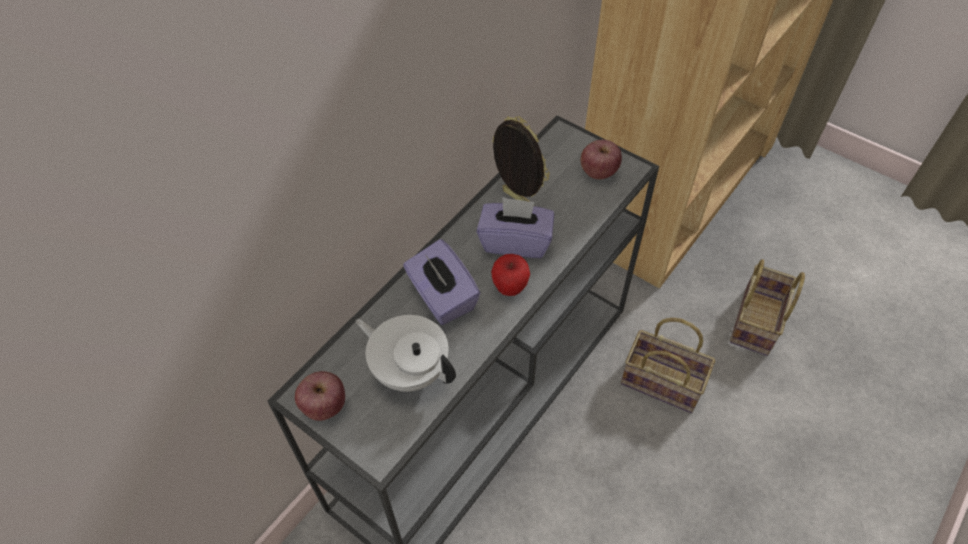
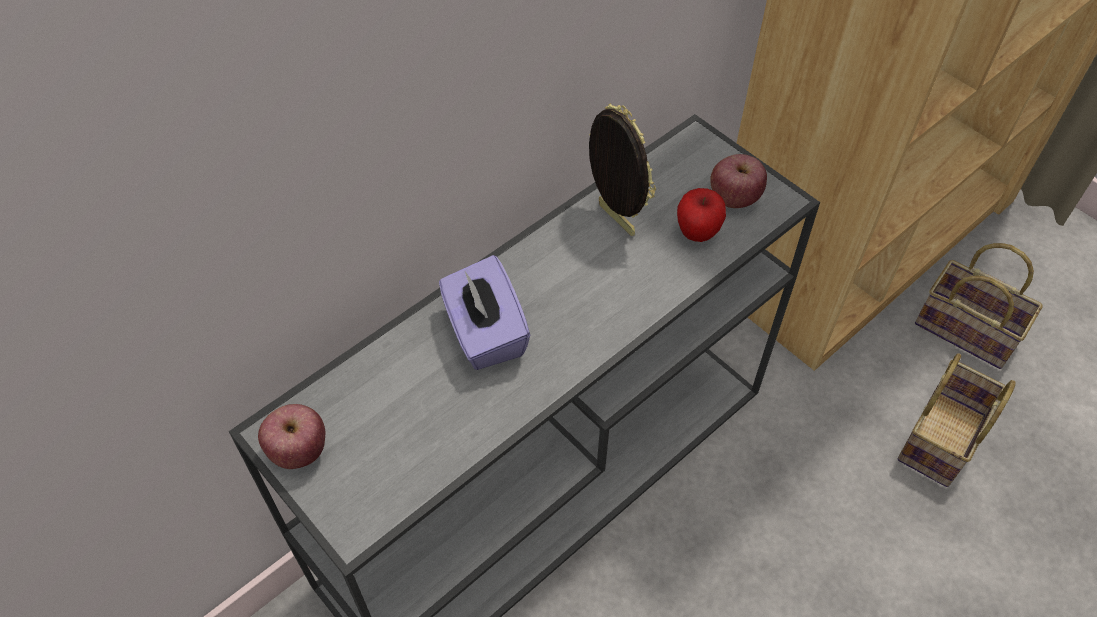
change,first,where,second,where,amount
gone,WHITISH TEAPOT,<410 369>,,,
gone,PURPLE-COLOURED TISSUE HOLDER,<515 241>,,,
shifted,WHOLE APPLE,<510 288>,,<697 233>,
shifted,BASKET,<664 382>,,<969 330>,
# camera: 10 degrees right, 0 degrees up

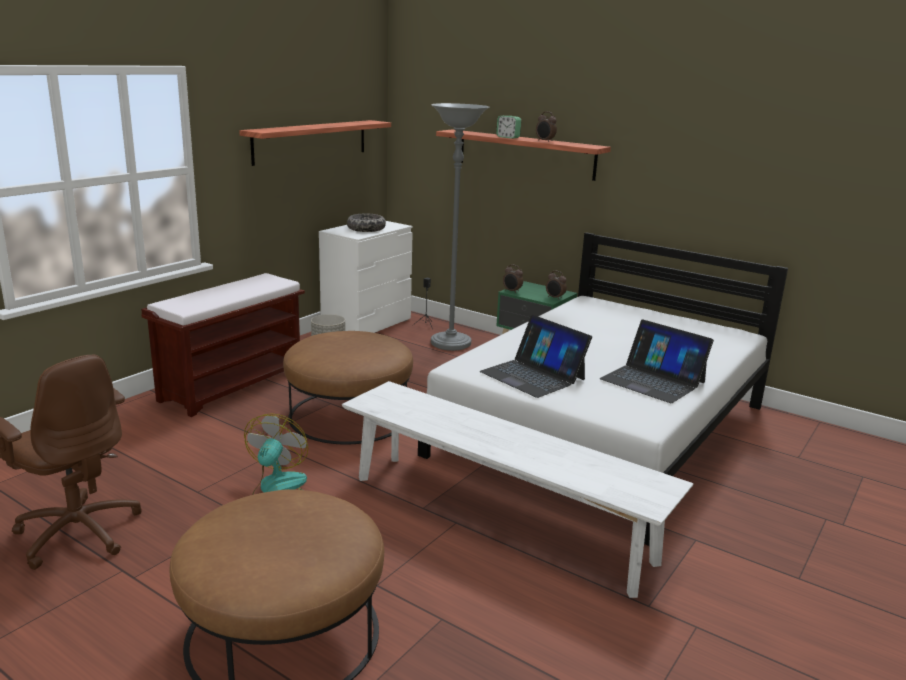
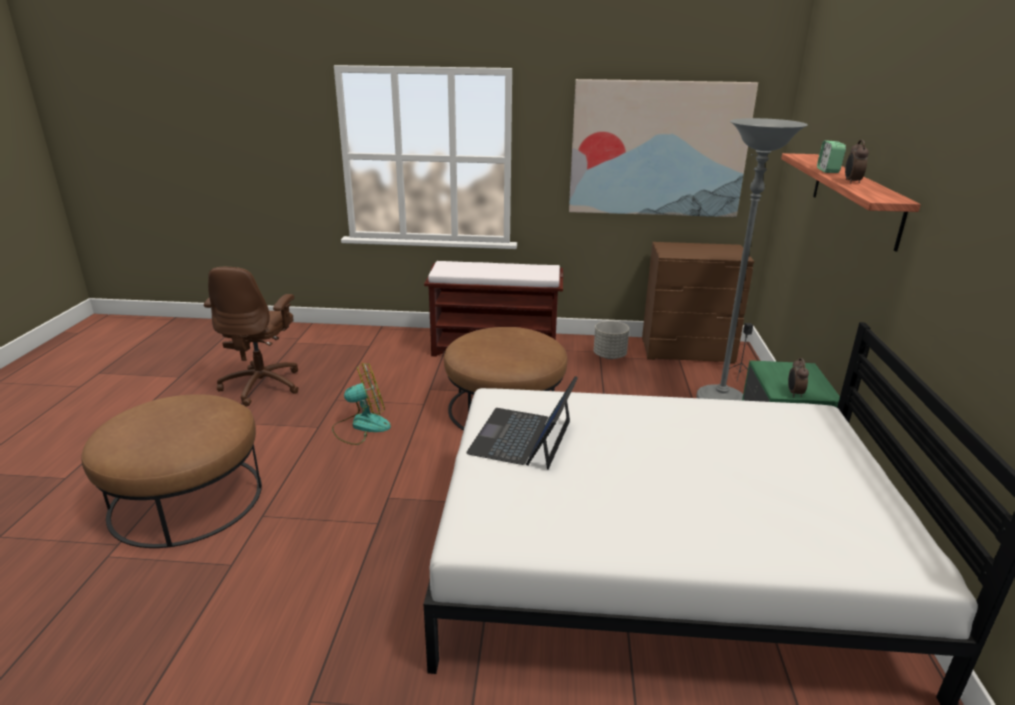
change,first,where,second,where,amount
gone,WHITISH INDOOR BENCH,<498 518>,,,
gone,SERVING BOWL,<366 229>,,,
gone,ALARM CLOCK,<512 291>,,,
gone,LAPTOP,<653 380>,,,
swapped,SHELF,<311 141>,WALL ART,<658 149>,
repainted,WHITISH CHEST OF DRAWERS,<367 324>,BROWN CHEST OF DRAWERS,<687 351>,
# camera: 60 degrees right, 5 degrees up

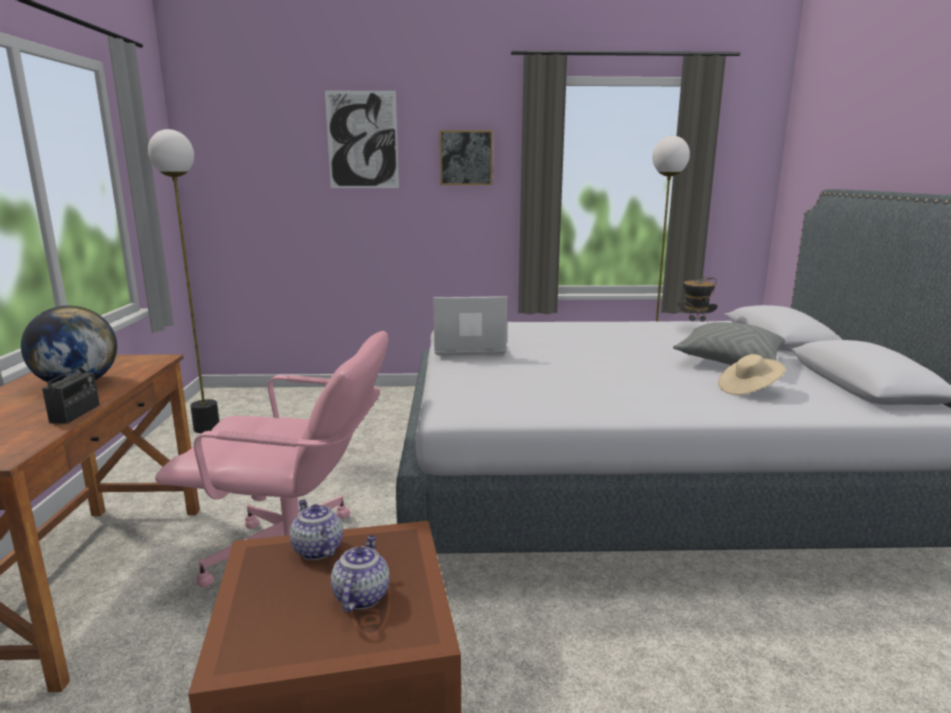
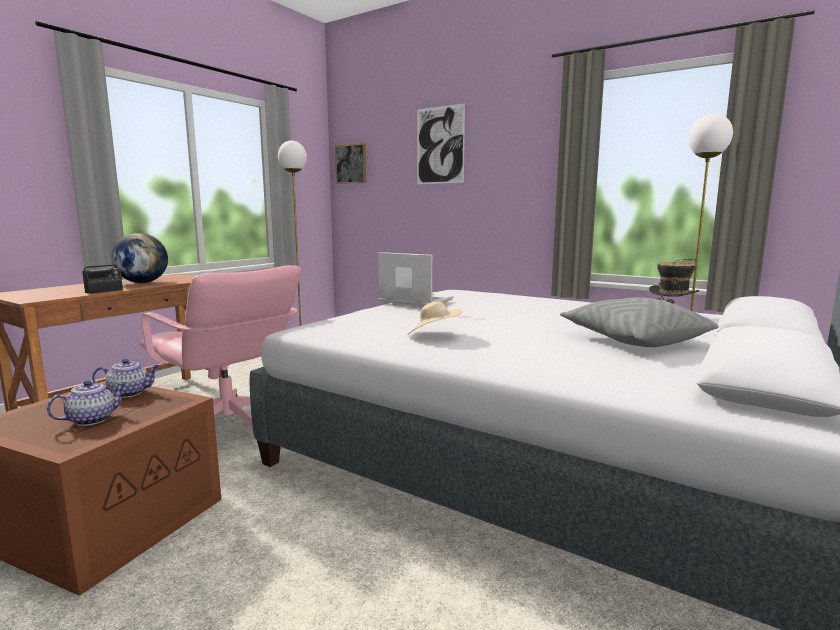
change,first,where,second,where,amount
shifted,WALL ART,<466 158>,,<351 164>,
shifted,BEIGE HAT,<748 390>,,<434 336>,
rotated,TEAPOT,<316 549>,,<130 393>,75 degrees clockwise
# camera: 35 degrees right, 5 degrees down

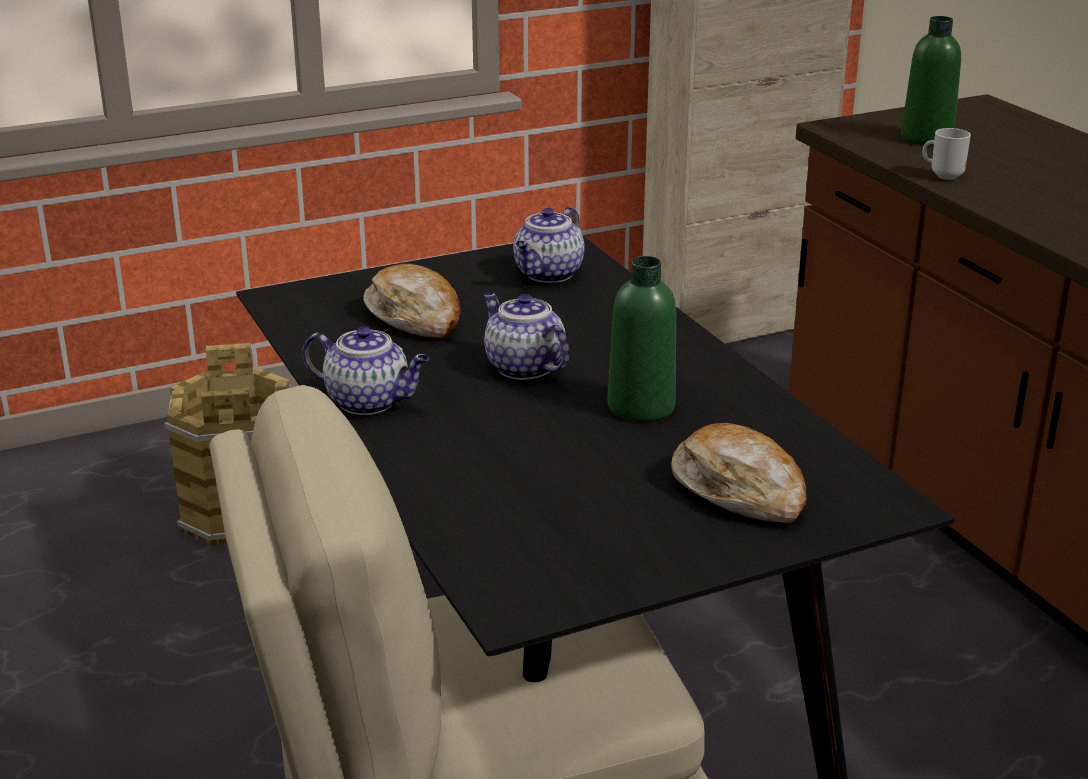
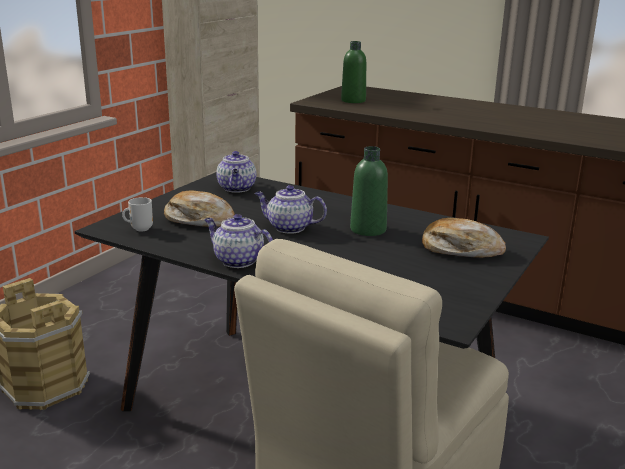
change,first,where,second,where,amount
shifted,TEA MUG,<944 176>,,<140 229>,
rotated,TEAPOT,<370 402>,,<237 261>,135 degrees counterclockwise
# camera: 35 degrees left, 5 degrees down

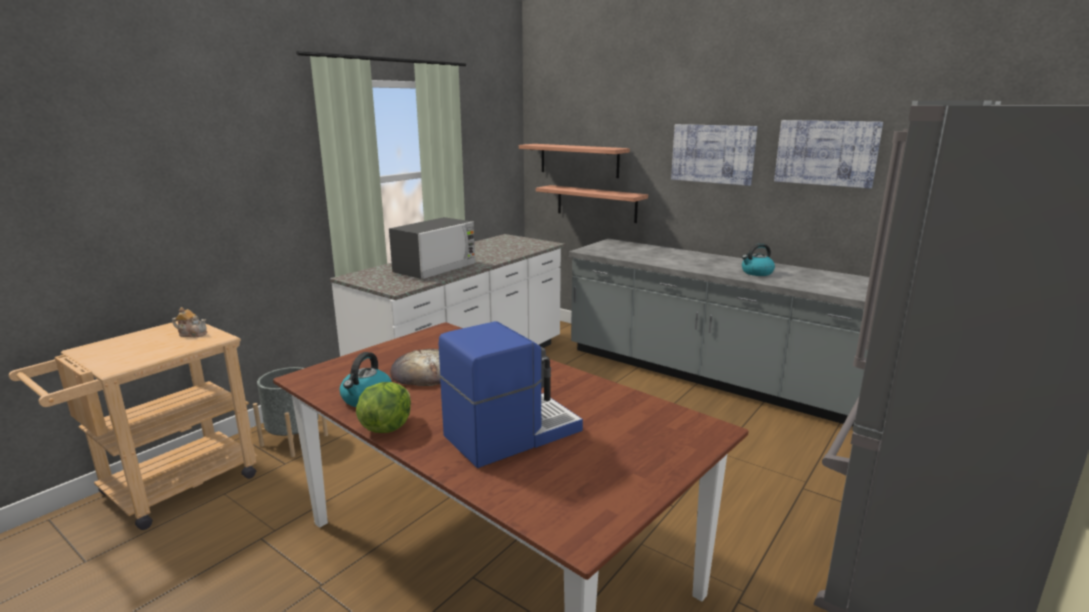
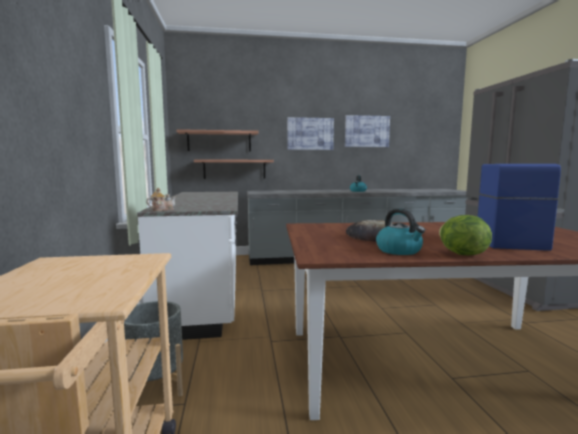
change,first,where,second,where,amount
gone,MICROWAVE OVEN,<435 269>,,,
shifted,TEAPOT,<192 334>,,<162 210>,
# camera: 45 degrees left, 10 degrees down

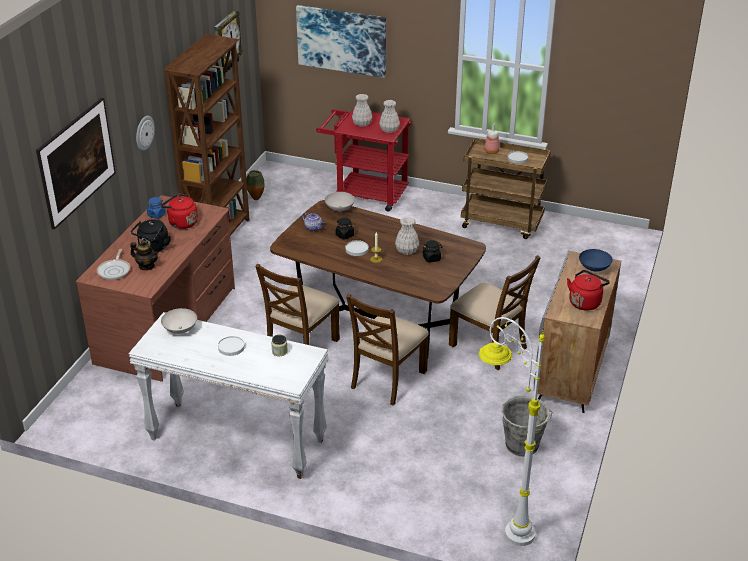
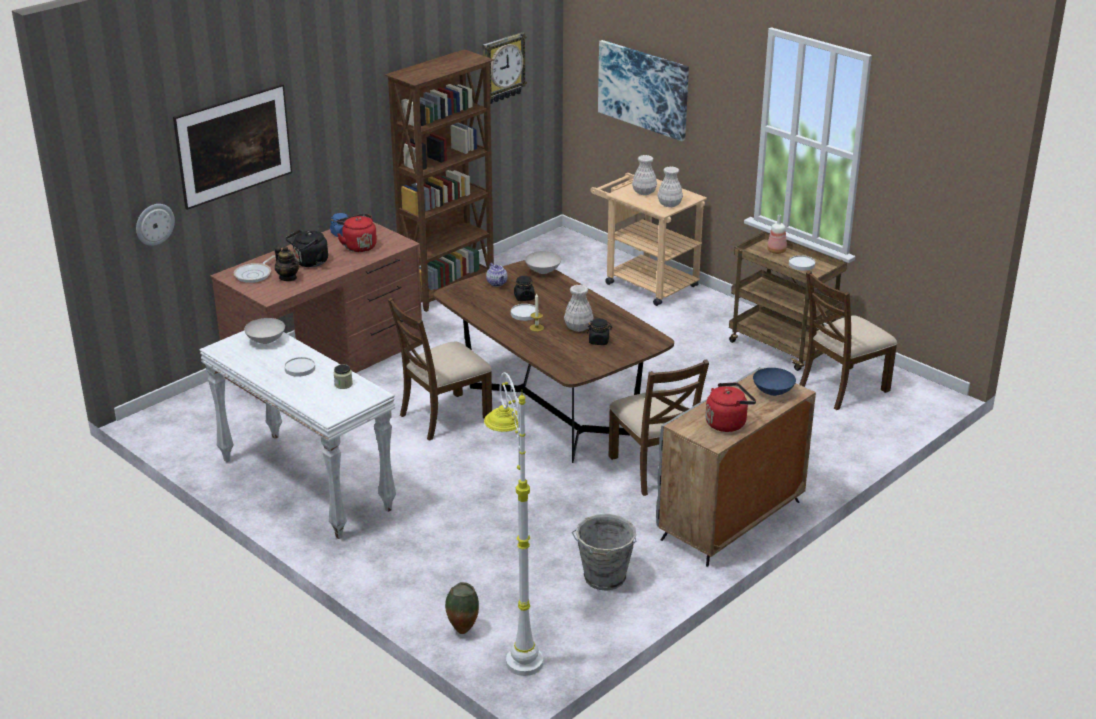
change,first,where,second,where,amount
shifted,CLOCK ON THE WALL,<144 133>,,<154 224>,
shifted,VASE,<255 198>,,<462 630>,
shifted,BROWN UPRIGHT CHAIR,<387 379>,,<842 388>,
repainted,RED-COLOURED WHEELED CART,<365 193>,BEIGE WHEELED CART,<645 282>,
# camera: 25 degrees right, 5 degrees down

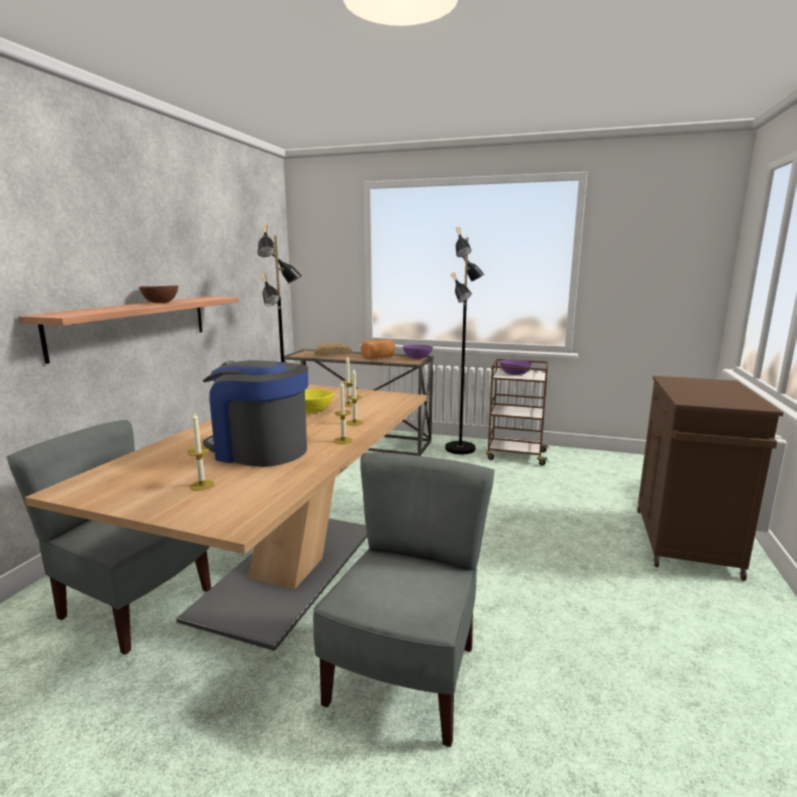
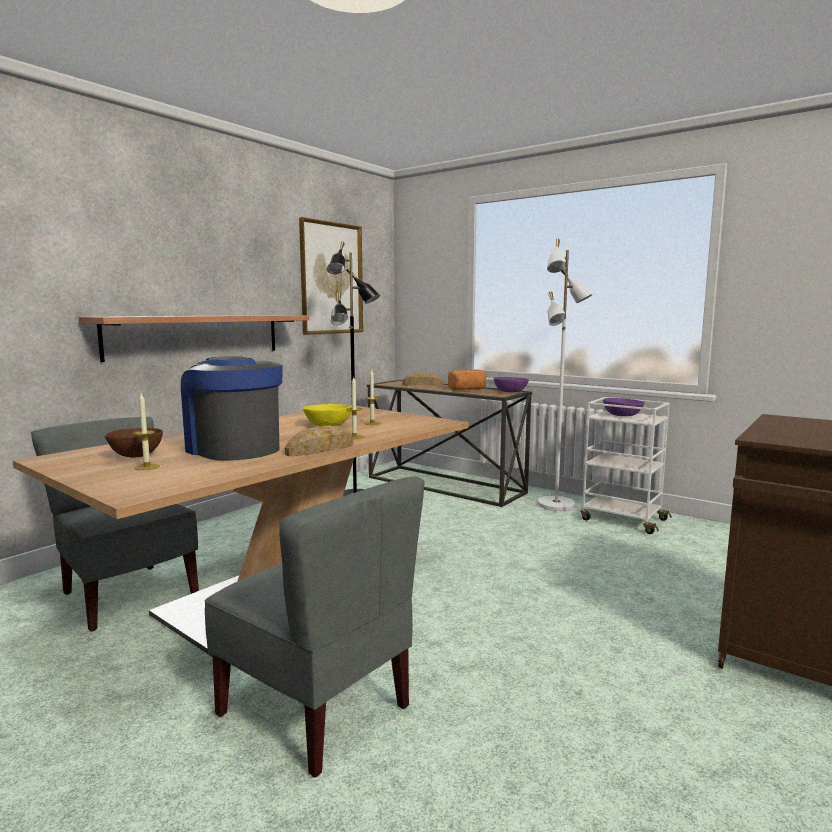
change,first,where,second,where,amount
new,,,WALL ART,<331 278>,
shifted,BROWN SERVING BOWL,<160 303>,,<136 456>,
swapped,WAX CANDLE,<343 441>,BREAD,<320 449>,
repainted,BLACK-COLOURED STANDING LAMP,<461 449>,WHITISH STANDING LAMP,<557 505>,
repainted,BROWN WHEELED CART,<515 455>,WHITISH WHEELED CART,<622 519>,
rotated,GREY UPRIGHT CHAIR,<405 676>,,<317 709>,90 degrees clockwise
# camera: 20 degrees right, 5 degrees down

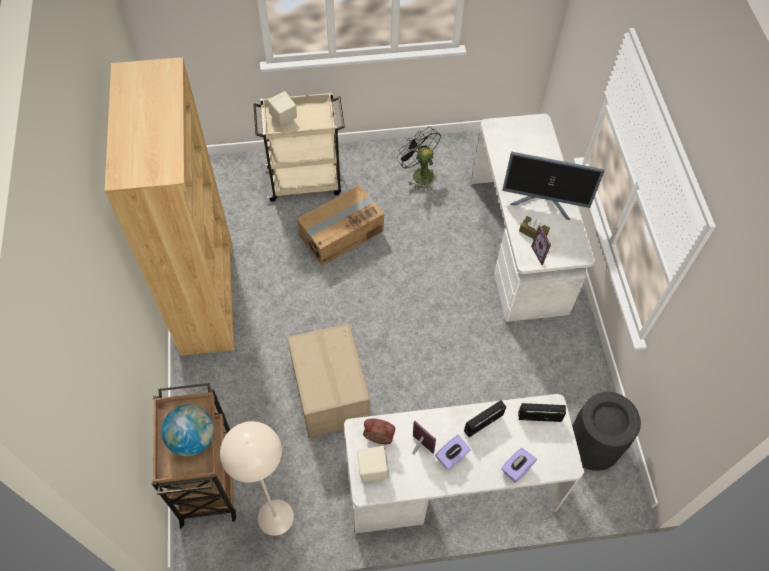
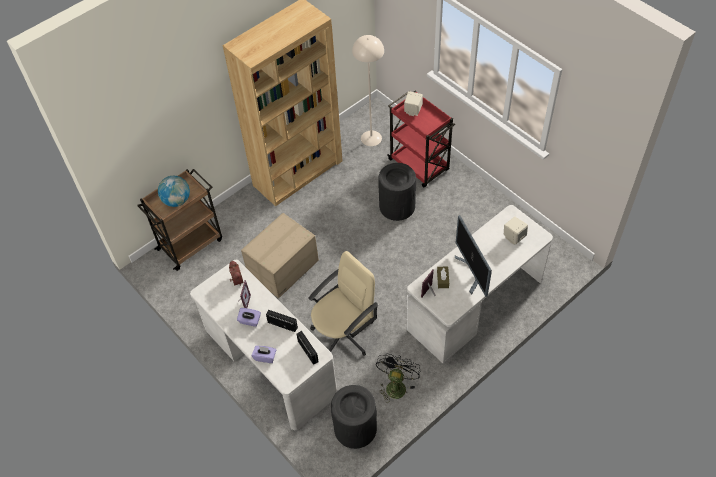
change,first,where,second,where,amount
new,,,BEIGE COMPUTER CHAIR,<344 333>,
shifted,BEIGE STANDING LAMP,<275 517>,,<371 138>,
shifted,BEIGE SPEAKER,<372 470>,,<514 237>,
shifted,BLACK-COLOURED ELECTRIC FAN,<419 173>,,<396 385>,
swapped,CARDBOARD BOX,<341 233>,BLACK-COLOURED WASTE BIN,<397 206>,
repainted,BEIGE WHEELED CART,<306 180>,RED-COLOURED WHEELED CART,<419 165>,
# camera: 60 degrees right, 5 degrees down

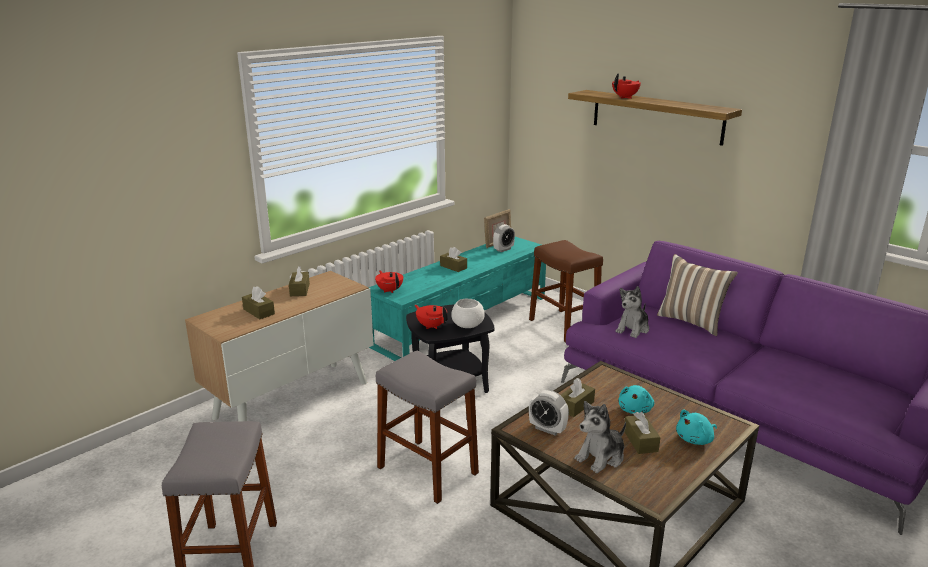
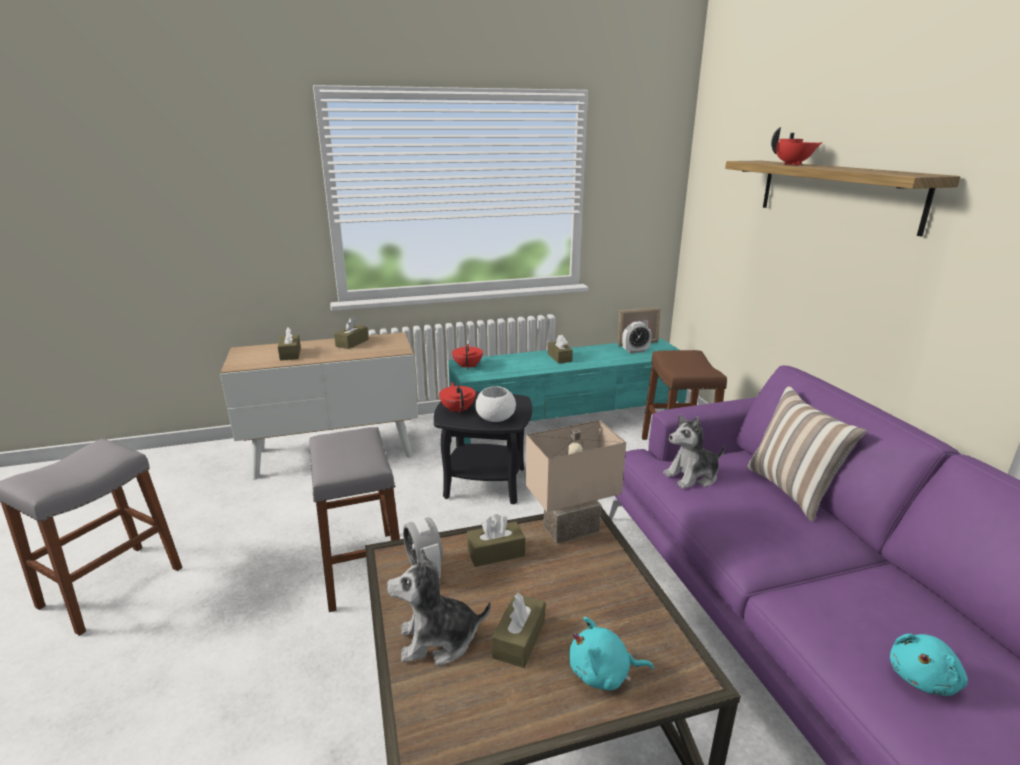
change,first,where,second,where,amount
new,,,BEIGE TABLETOP LAMP,<570 527>,
shifted,TURQUOISE-COLOURED SOFT TOY,<635 410>,,<923 678>,
# camera: 30 degrees right, 0 degrees up

